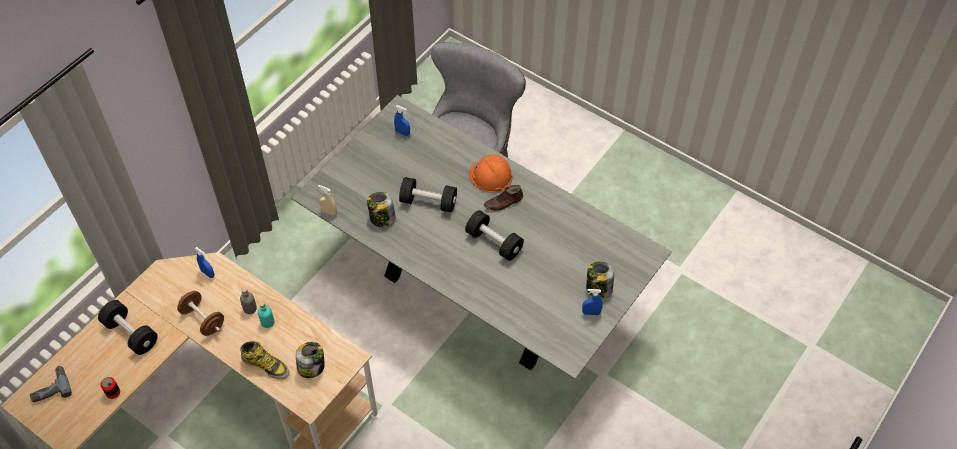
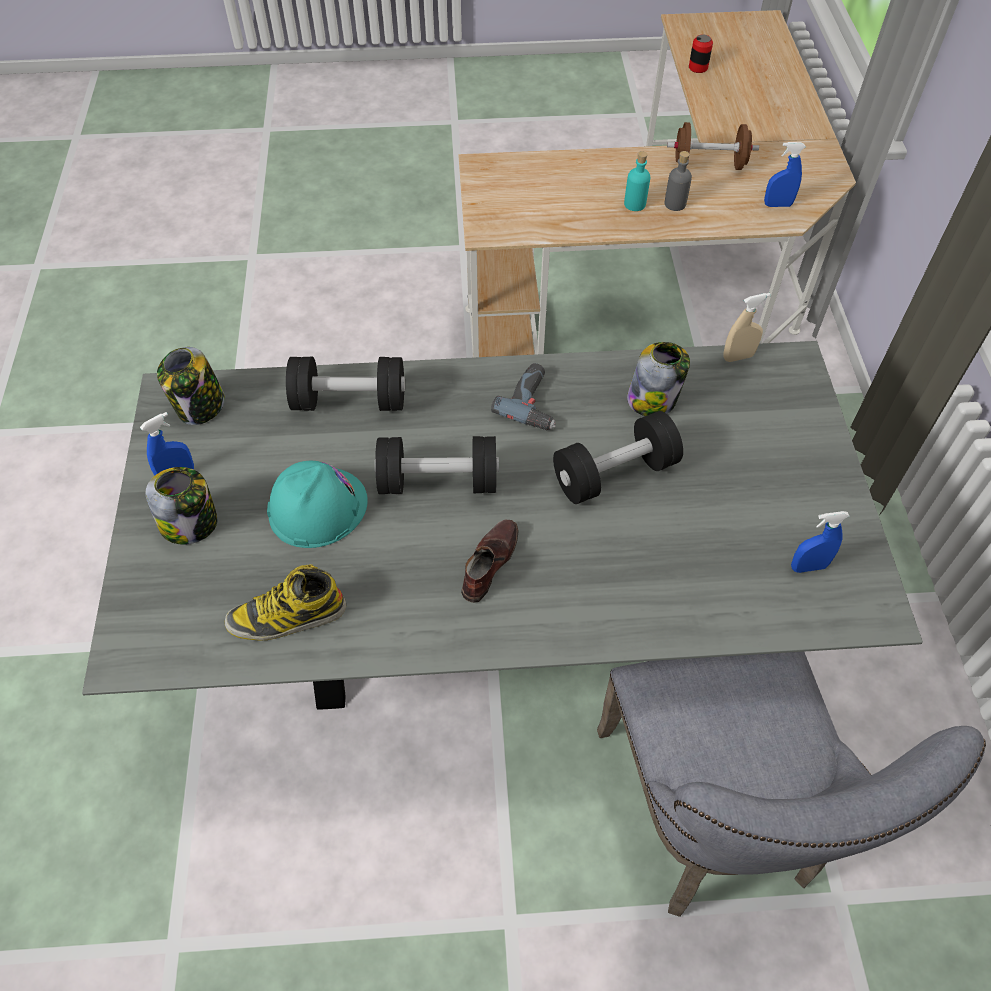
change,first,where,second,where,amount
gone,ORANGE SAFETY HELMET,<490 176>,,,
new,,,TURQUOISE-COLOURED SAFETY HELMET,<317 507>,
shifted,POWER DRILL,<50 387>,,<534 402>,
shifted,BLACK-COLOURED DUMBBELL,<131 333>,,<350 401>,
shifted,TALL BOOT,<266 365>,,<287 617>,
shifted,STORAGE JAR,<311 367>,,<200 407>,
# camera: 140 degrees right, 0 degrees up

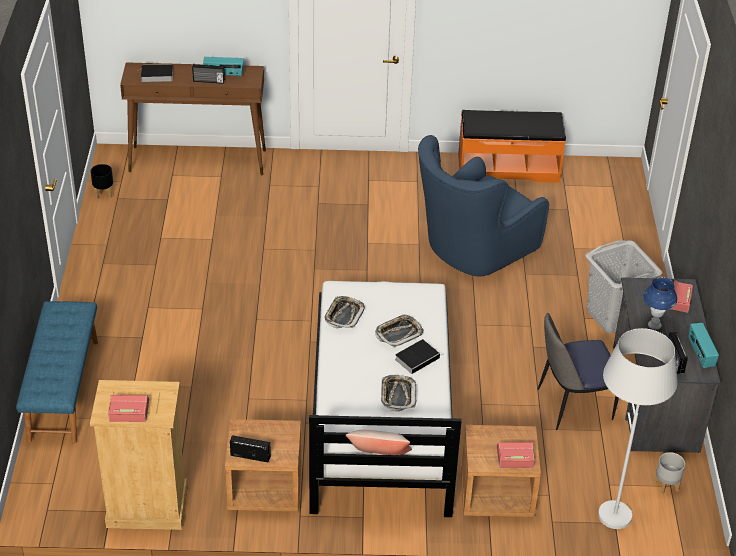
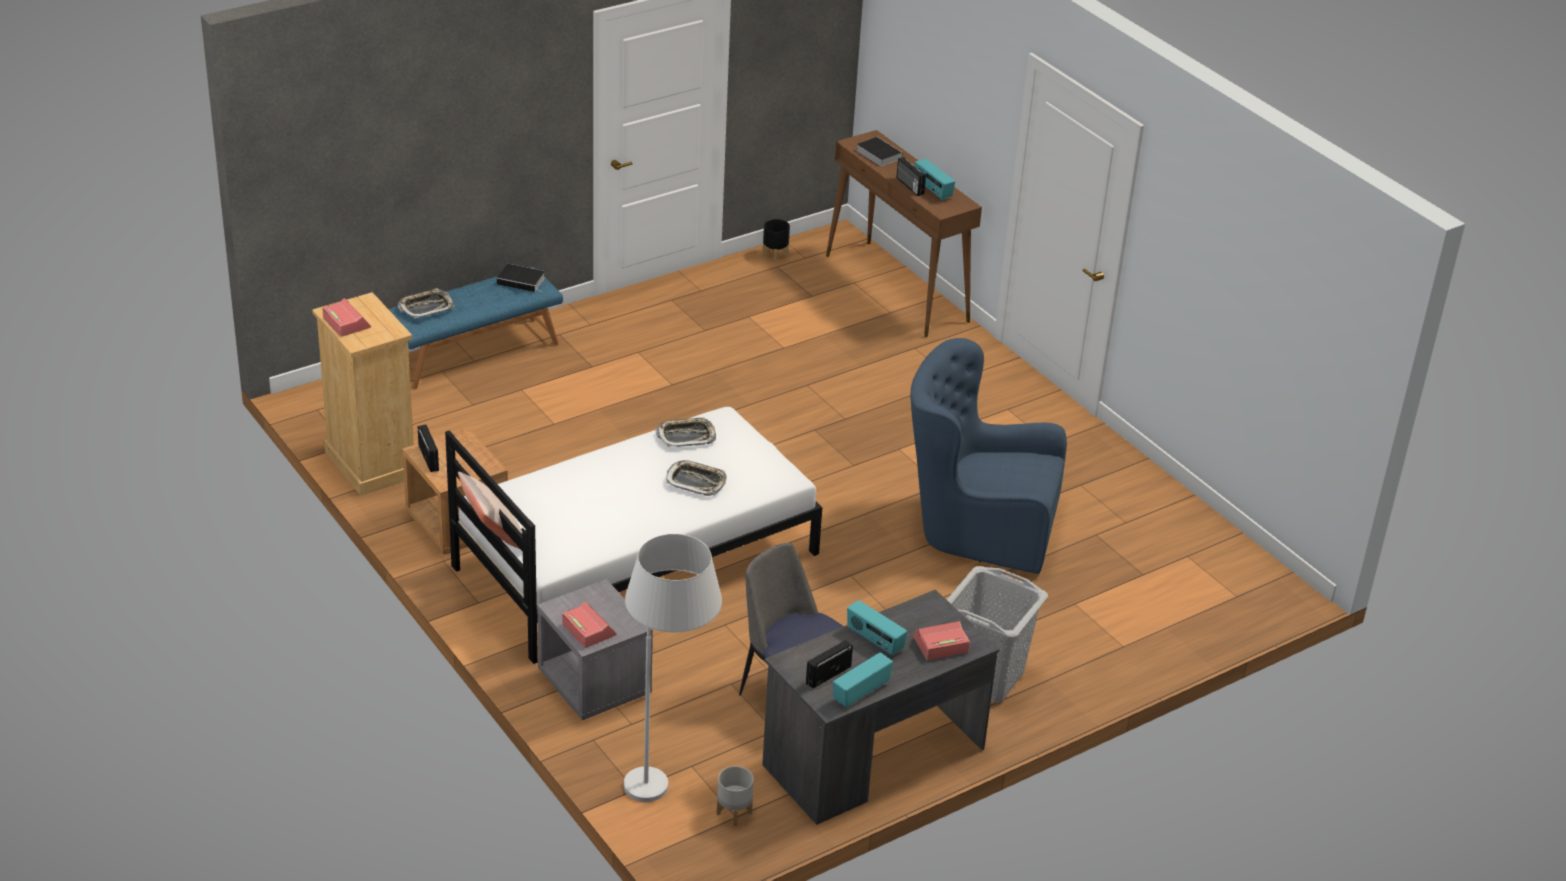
change,first,where,second,where,amount
gone,ORANGE INDOOR BENCH,<508 167>,,,
shifted,TRAY,<398 395>,,<426 307>,
shifted,BOUND BOOK,<418 358>,,<522 281>,
swapped,BLUE-COLOURED TABLETOP LAMP,<654 325>,RADIO SET,<874 641>,
repainted,BROWN NIGHTSTAND,<496 495>,GREY NIGHTSTAND,<594 684>,
# camera: 55 degrees right, 5 degrees down

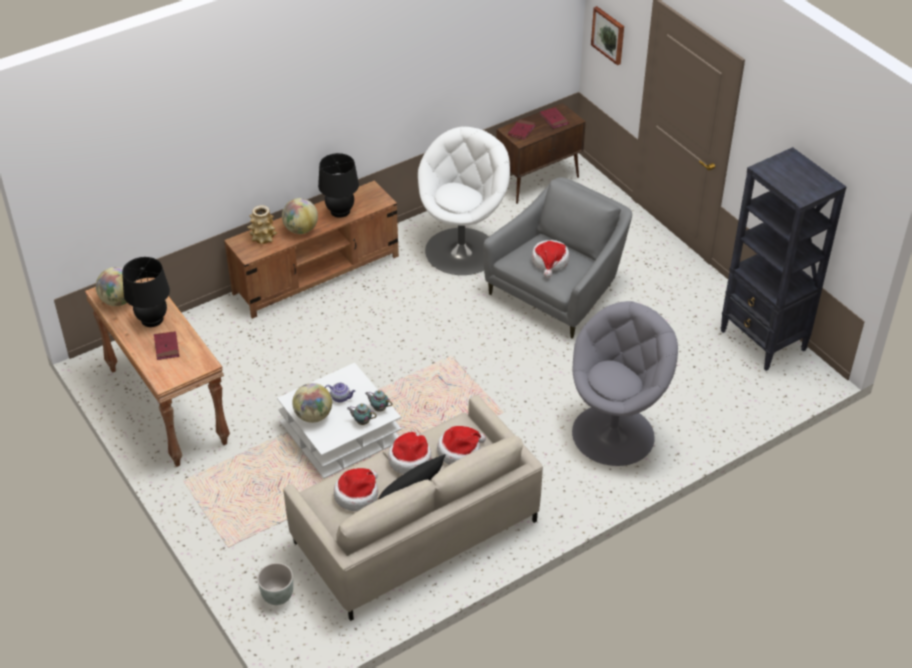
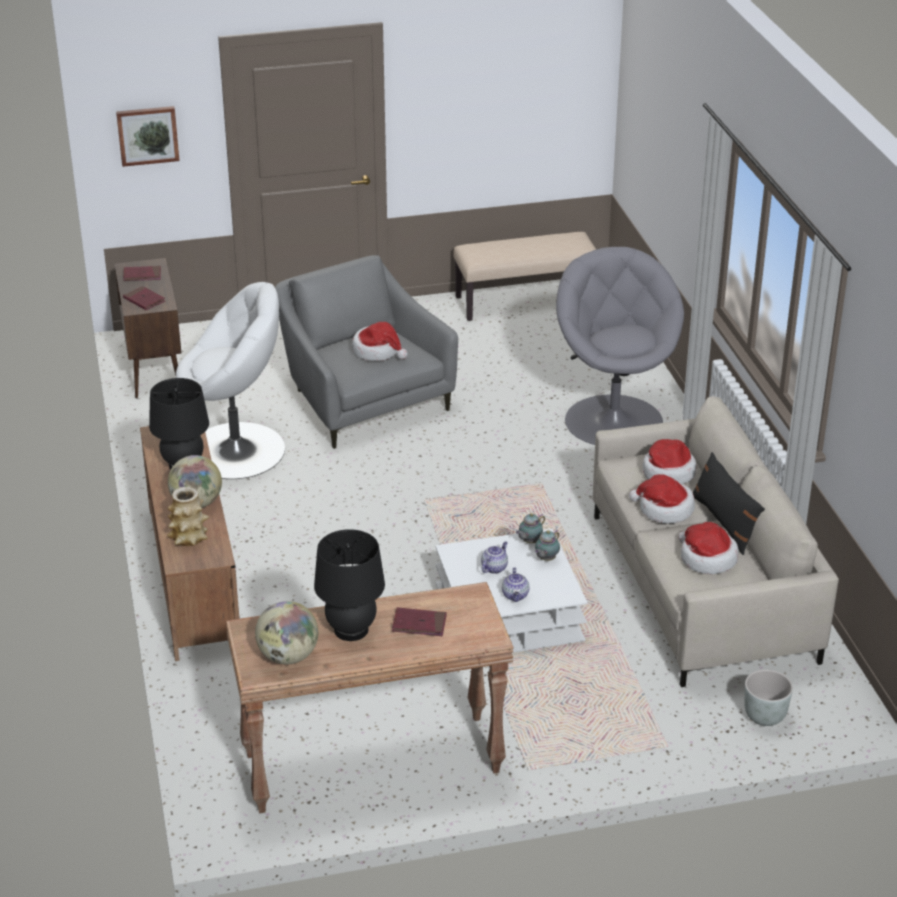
change,first,where,second,where,amount
swapped,WORLD GLOBE,<313 416>,TEAPOT,<515 596>,
swapped,BLACK-COLOURED SHELVING UNIT,<763 341>,BEIGE INDOOR BENCH,<526 301>,
rotated,WHITISH LOUNGE CHAIR,<462 250>,,<238 450>,120 degrees clockwise
# camera: 70 degrees left, 10 degrees down

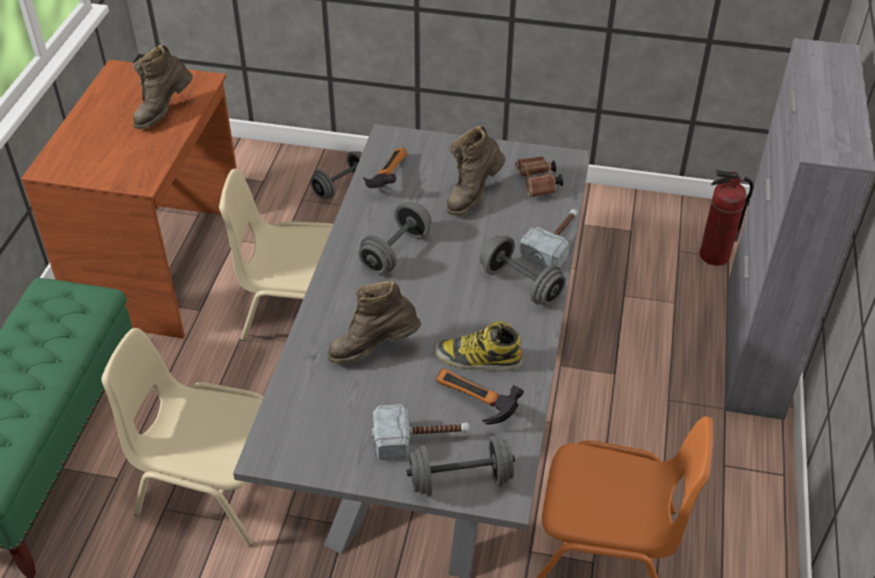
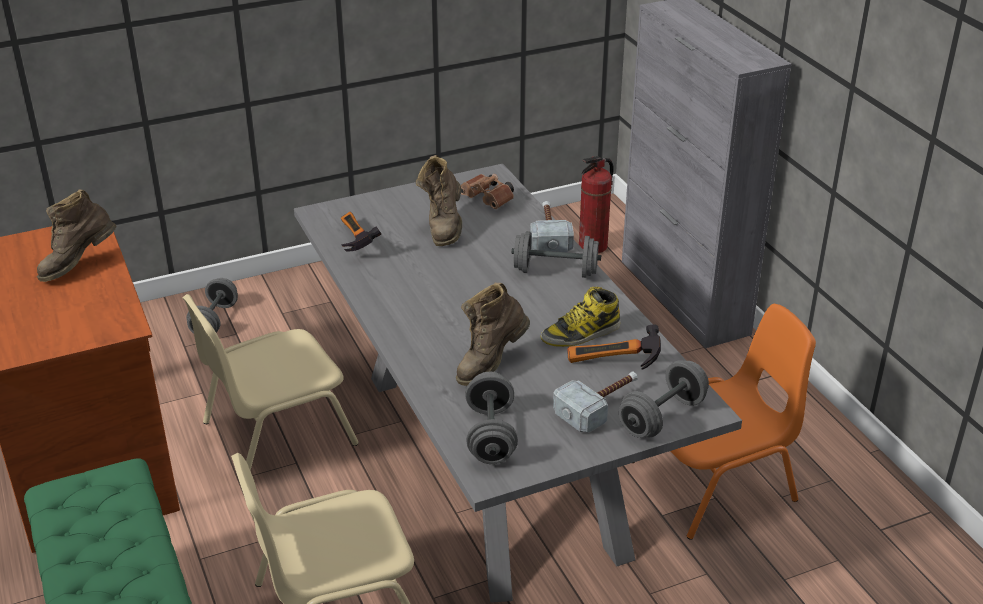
change,first,where,second,where,amount
shifted,GREY DUMBBELL,<396 252>,,<490 435>,
rotated,BROWN TALL BOOT,<163 112>,,<78 266>,45 degrees clockwise
# camera: 35 degrees left, 10 degrees down

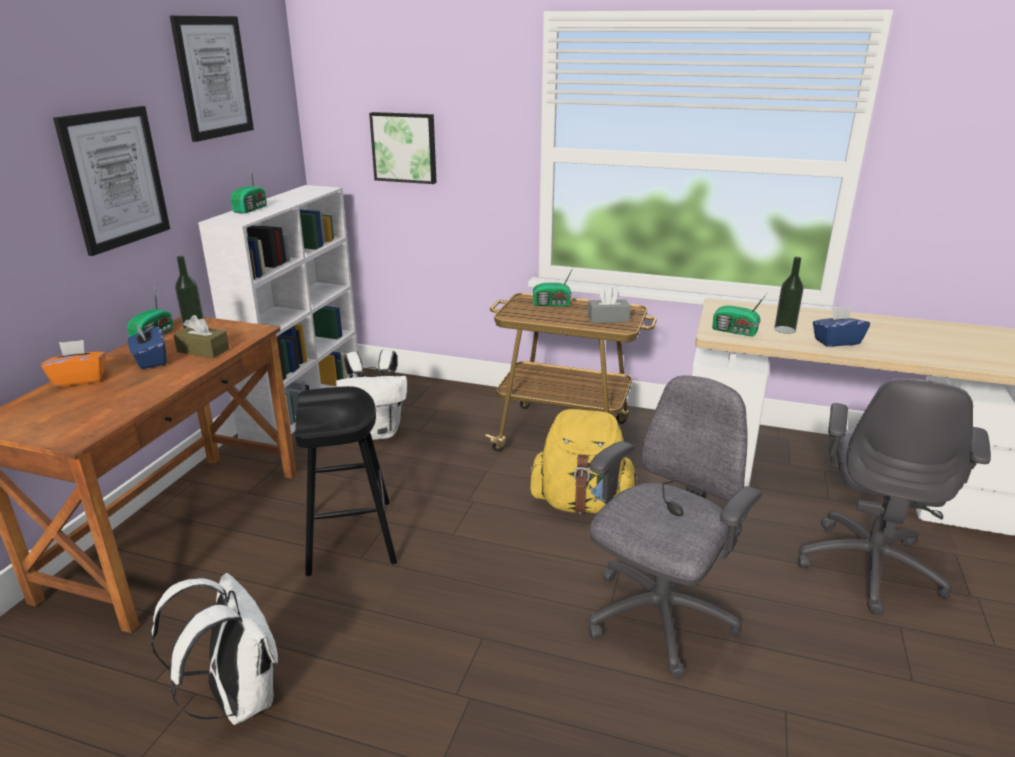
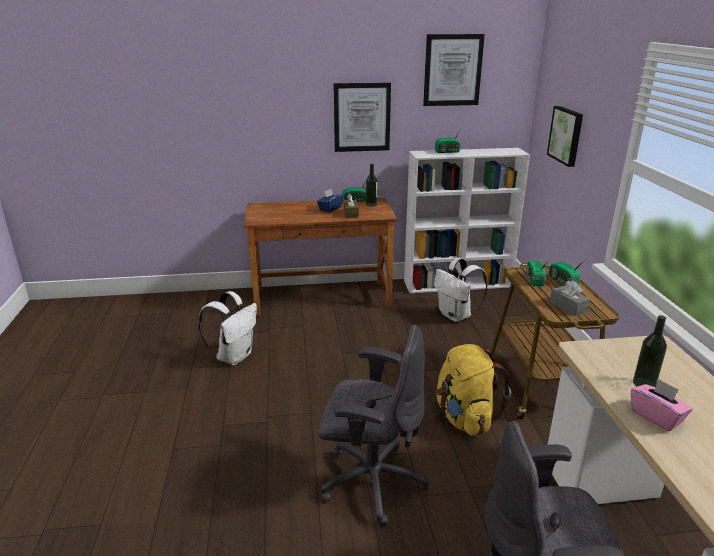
change,first,where,second,where,amount
gone,ORANGE TISSUE HOLDER,<80 379>,,,
gone,BLACK-COLOURED STOOL,<350 536>,,,
shifted,RADIO SET,<735 331>,,<534 280>,
repainted,BLUE-COLOURED TISSUE HOLDER,<836 341>,PINKISH TISSUE HOLDER,<656 417>,
# camera: 65 degrees right, 0 degrees up

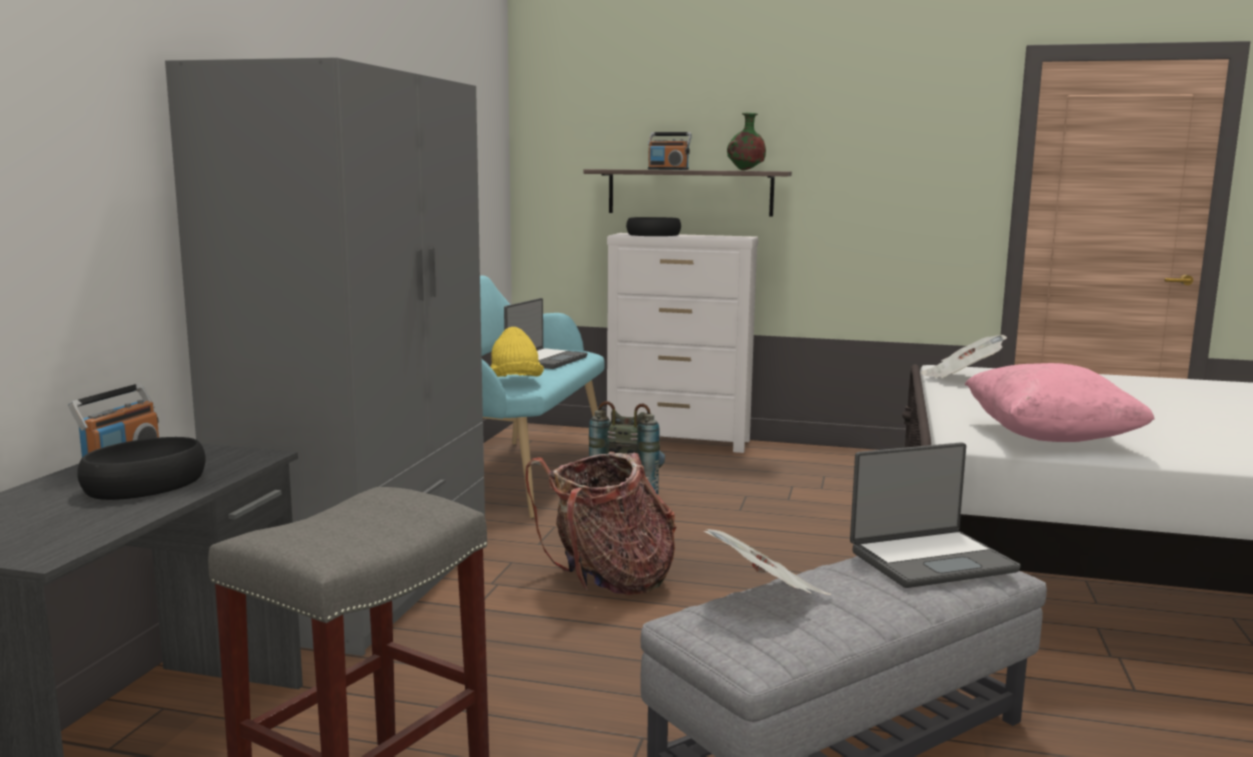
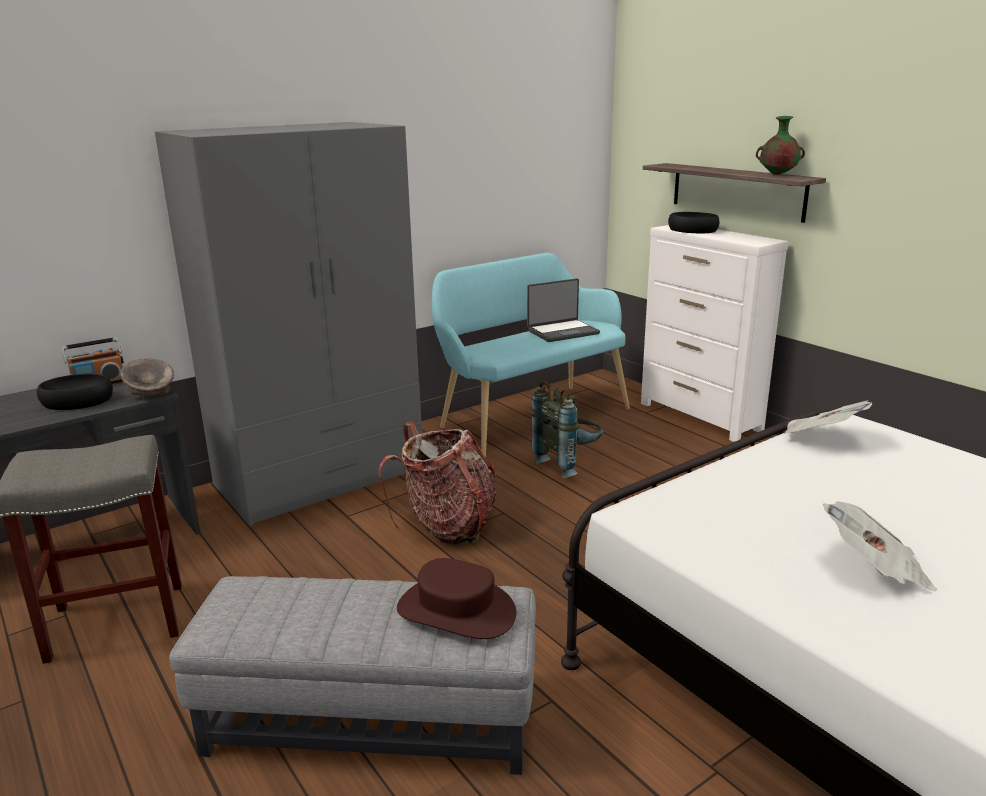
change,first,where,second,where,amount
gone,YELLOW-COLOURED HAT,<515 382>,,,
gone,RADIO SET,<668 169>,,,
gone,PINKISH THROW PILLOW,<1050 437>,,,
new,,,GREY SERVING BOWL,<152 396>,
shifted,NEWSPAPER,<765 594>,,<875 570>,
swapped,LAPTOP,<930 560>,BROWN HAT,<456 610>,
# camera: 40 degrees right, 10 degrees up

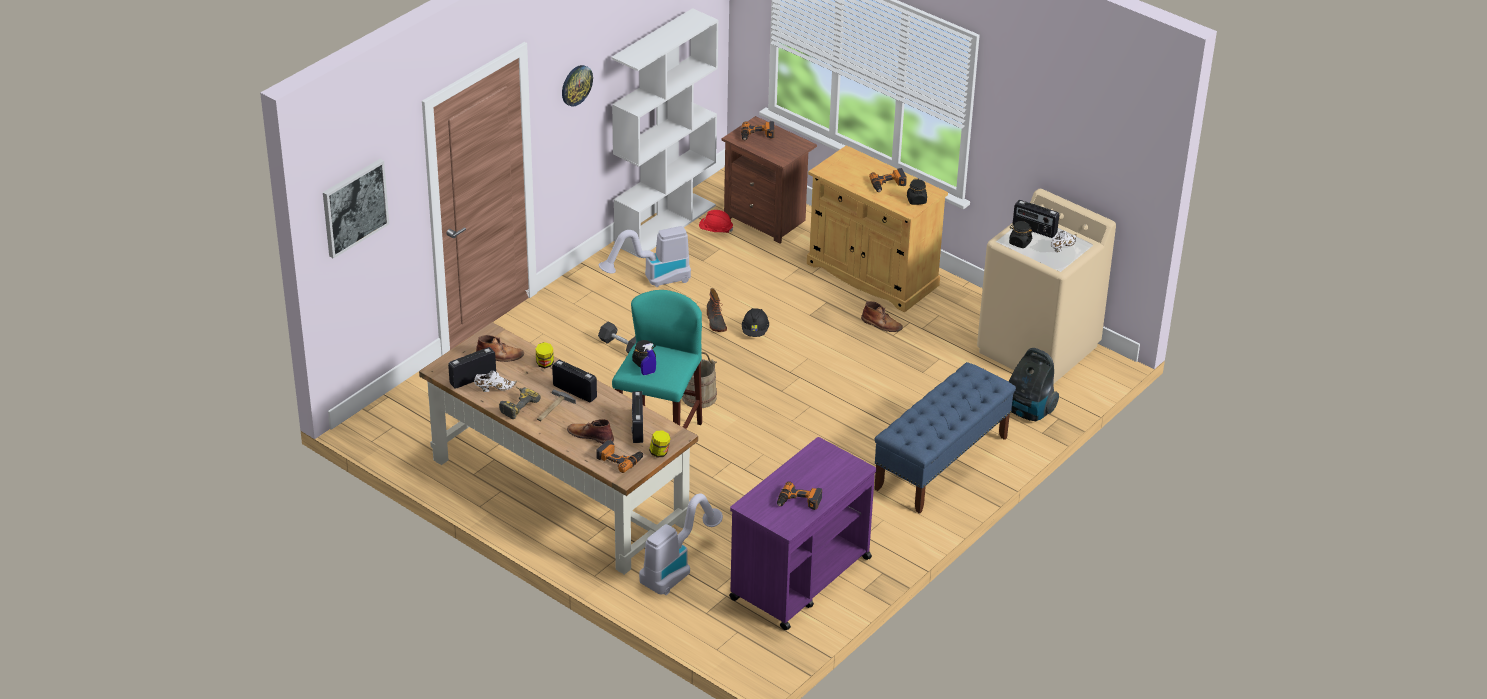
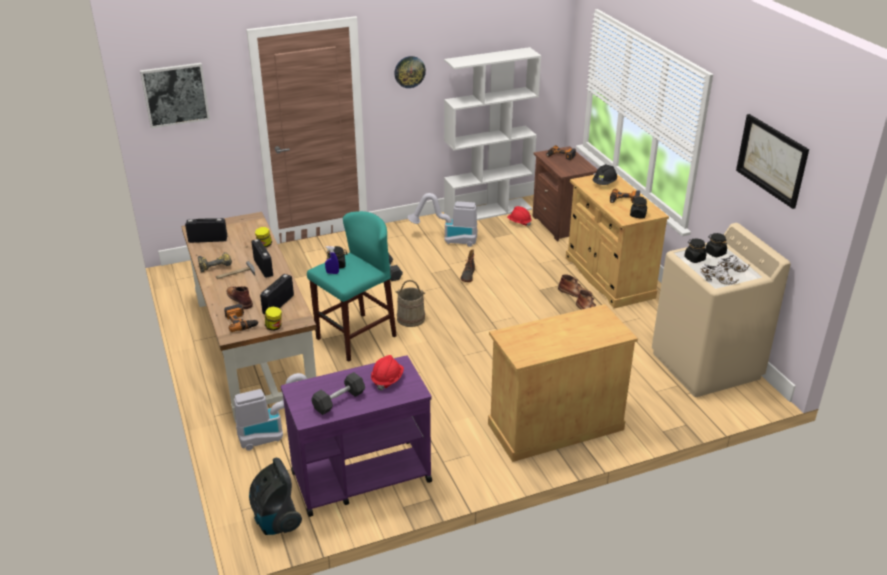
change,first,where,second,where,amount
new,,,RED-COLOURED SAFETY HELMET,<387 379>,
new,,,WALL ART,<772 160>,
shifted,WHITISH ITEM OF FOOTWEAR,<494 388>,,<716 281>,
shifted,BROWN TALL BOOT,<500 356>,,<575 293>,
shifted,BLACK-COLOURED SAFETY HELMET,<755 331>,,<604 183>,
shifted,VACUUM,<1028 411>,,<276 521>,
swapped,POWER DRILL,<799 502>,BLACK-COLOURED DUMBBELL,<339 401>,
swapped,BLUE-COLOURED INDOOR BENCH,<941 463>,BEIGE CUPBOARD,<555 426>,
swapped,RADIO SET,<1034 230>,BLACK-COLOURED STORAGE JAR,<715 253>,
# camera: 30 degrees right, 5 degrees down

